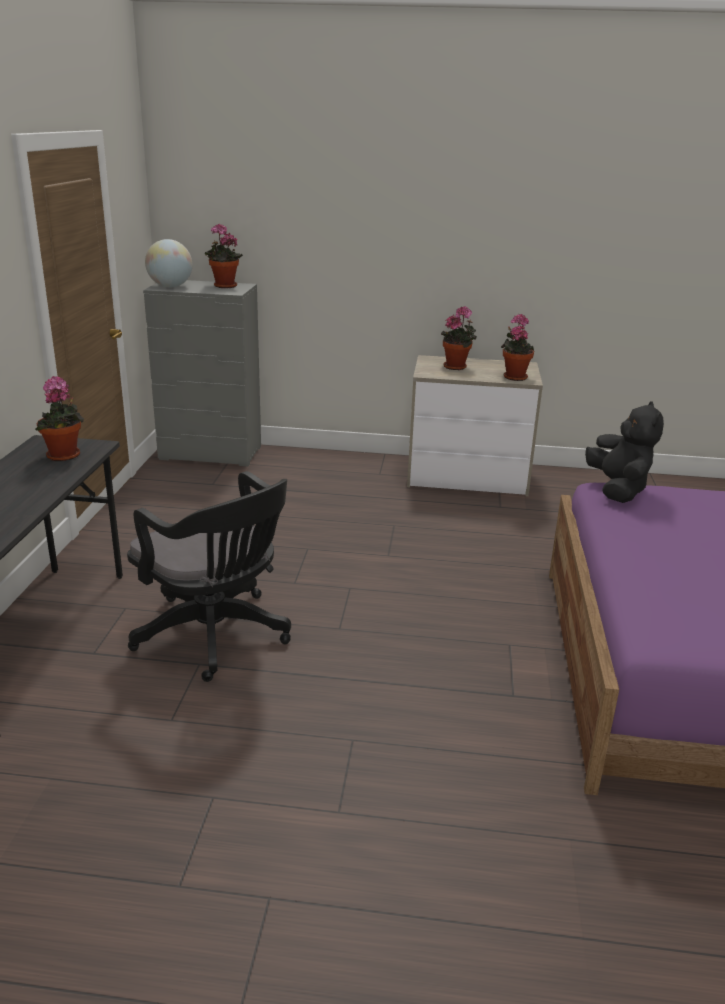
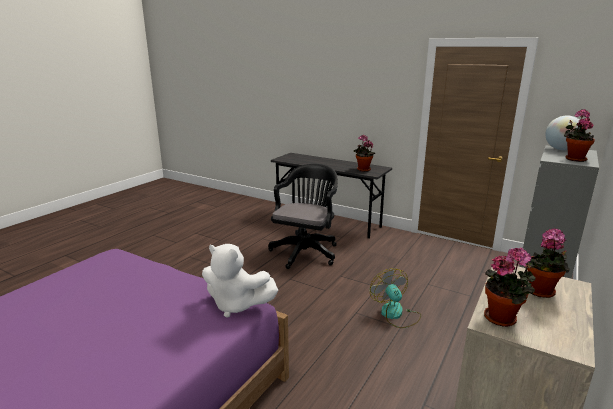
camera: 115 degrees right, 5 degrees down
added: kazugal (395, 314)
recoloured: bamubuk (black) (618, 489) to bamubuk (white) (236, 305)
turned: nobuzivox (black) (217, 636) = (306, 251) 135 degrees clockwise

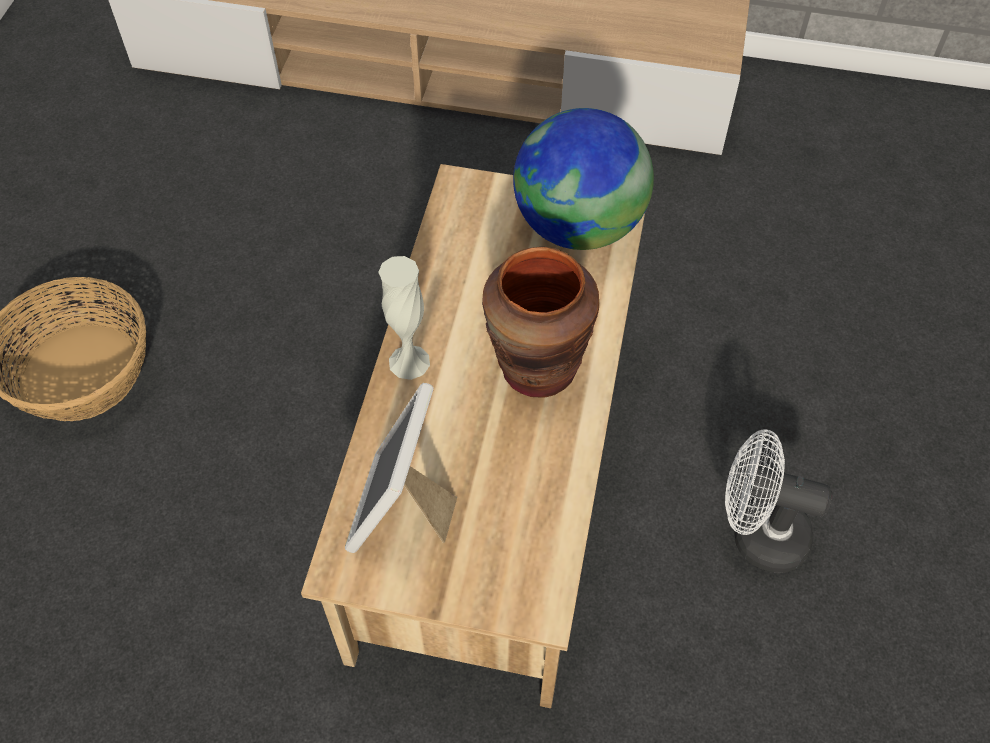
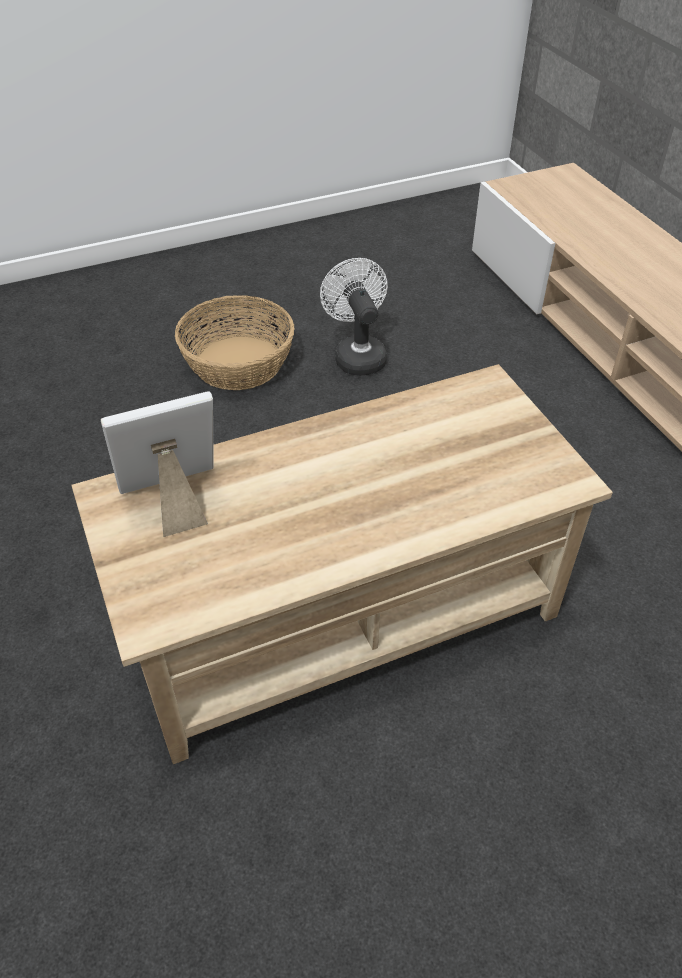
camera: 55 degrees right, 10 degrees down
removed: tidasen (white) (409, 362); tidasen (brown) (537, 368); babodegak (578, 226)
moved: kazugal (white) (757, 534) to (357, 355)

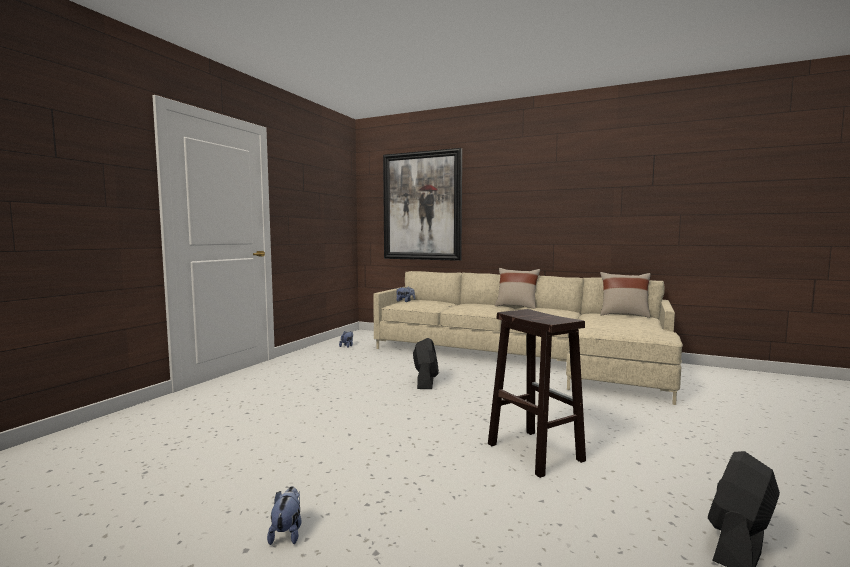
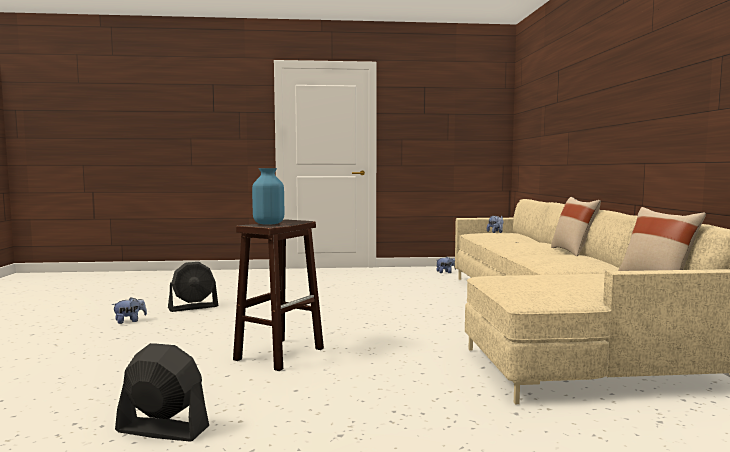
camera: 60 degrees right, 0 degrees up
removed: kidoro (422, 206)
added: tidasen (blue) (268, 224)
moved: kazugal (black) (426, 382) to (193, 307)

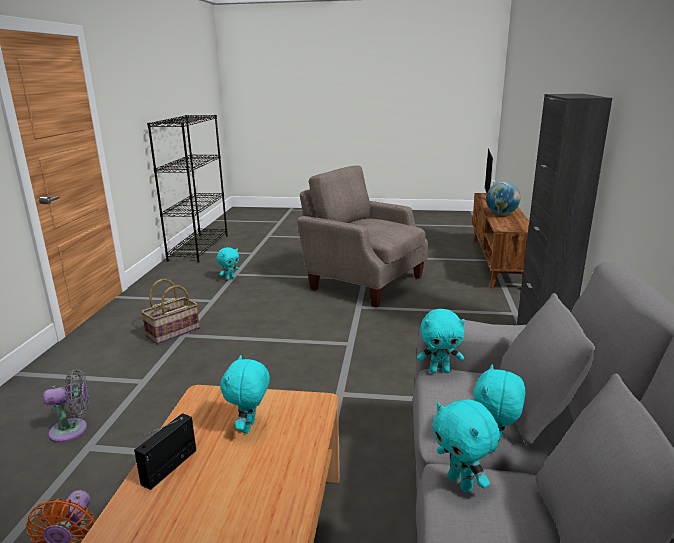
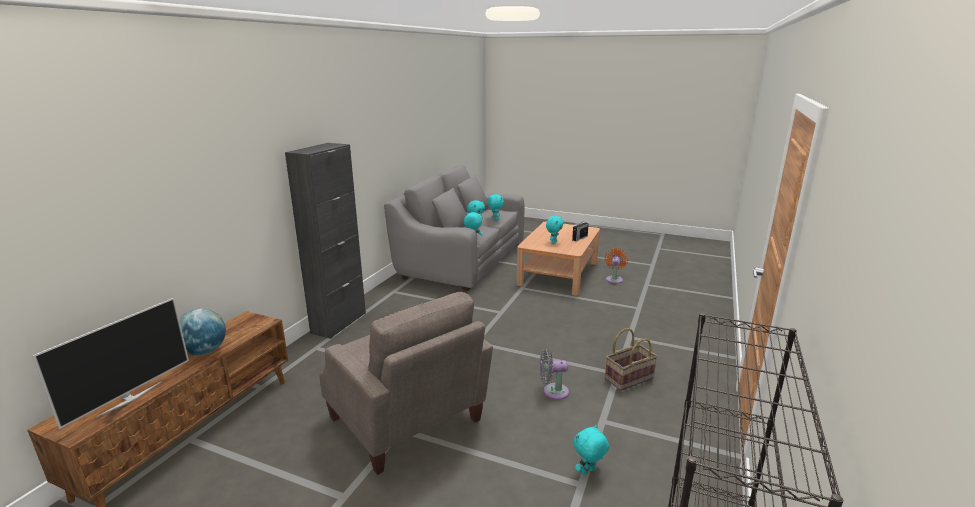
camera: 165 degrees left, 0 degrees up
moved: kazugal (grey) (73, 430) to (553, 391)

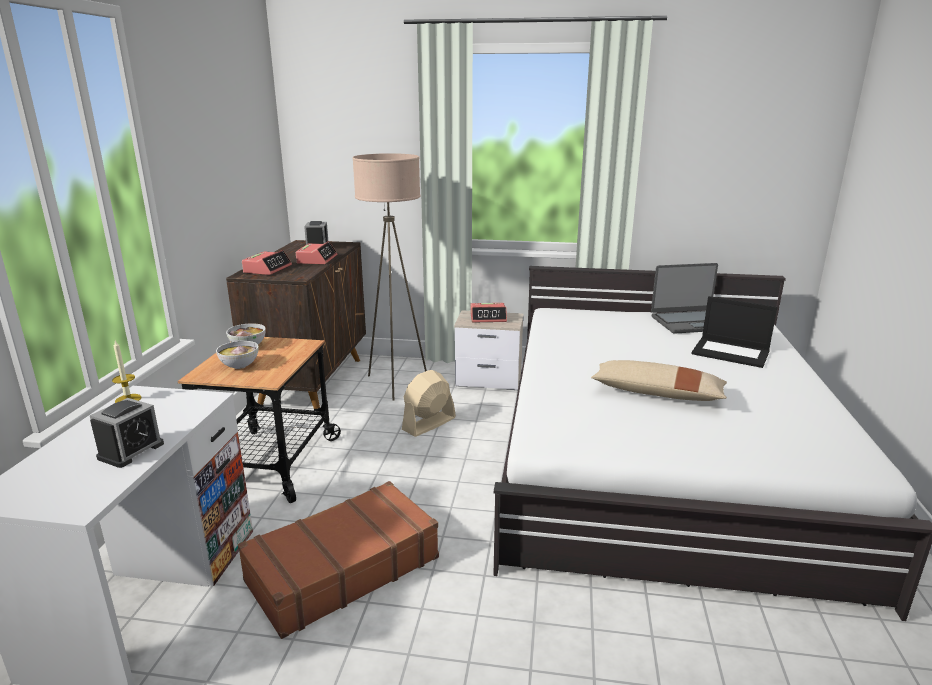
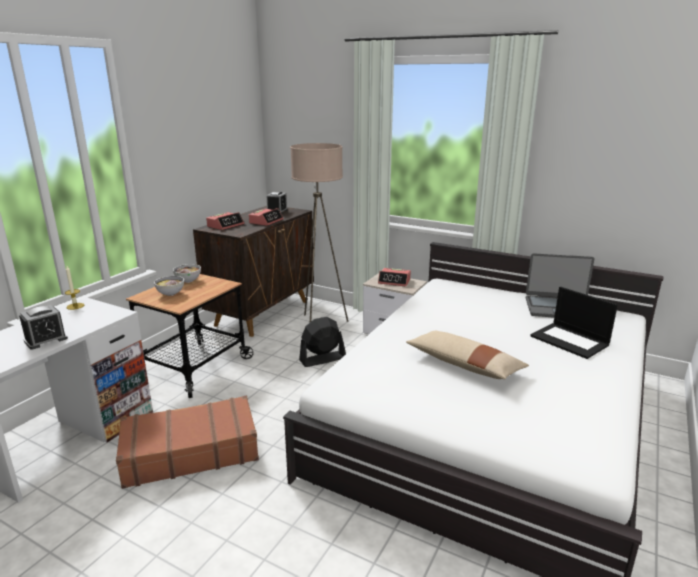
camera: 20 degrees right, 0 degrees up
recoloured: kazugal (beige) (428, 424) to kazugal (black) (322, 359)

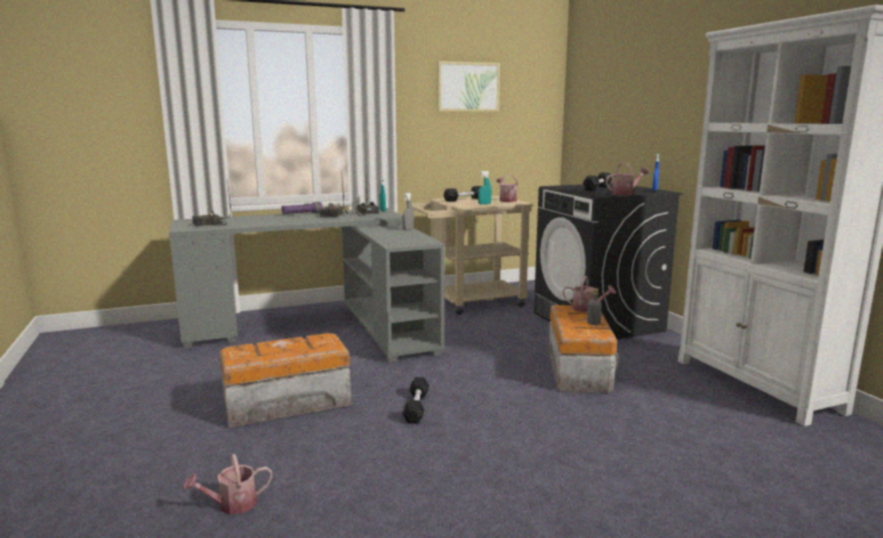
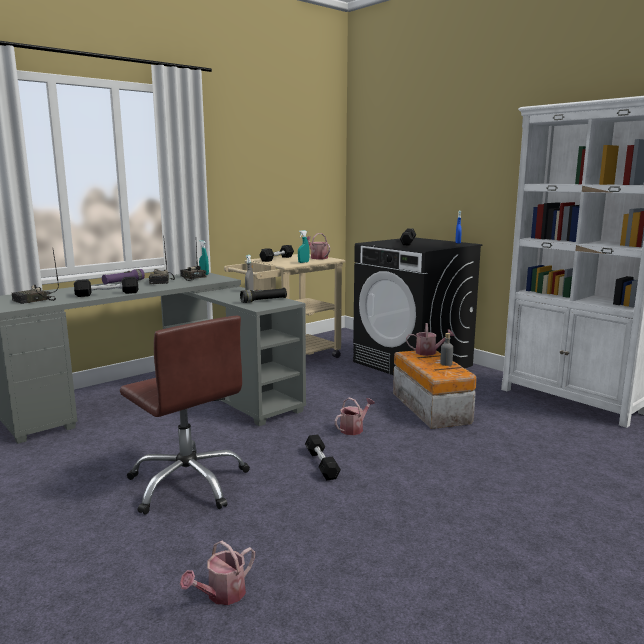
camera: 20 degrees left, 0 degrees up
removed: kidoro (468, 87)
added: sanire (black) (107, 294); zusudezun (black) (263, 301)
moved: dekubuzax (625, 193) to (354, 429)
replaced: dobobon (285, 404) to nobuzivox (brown) (188, 483)

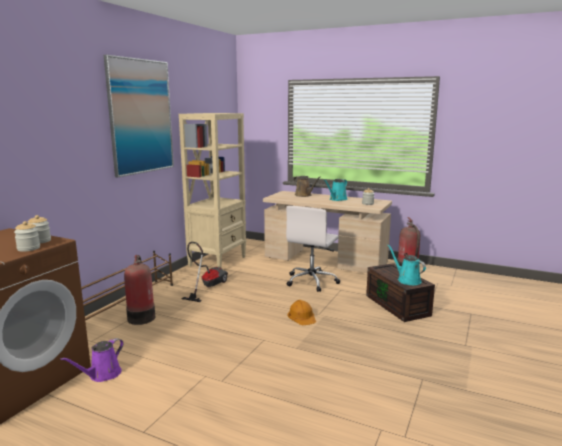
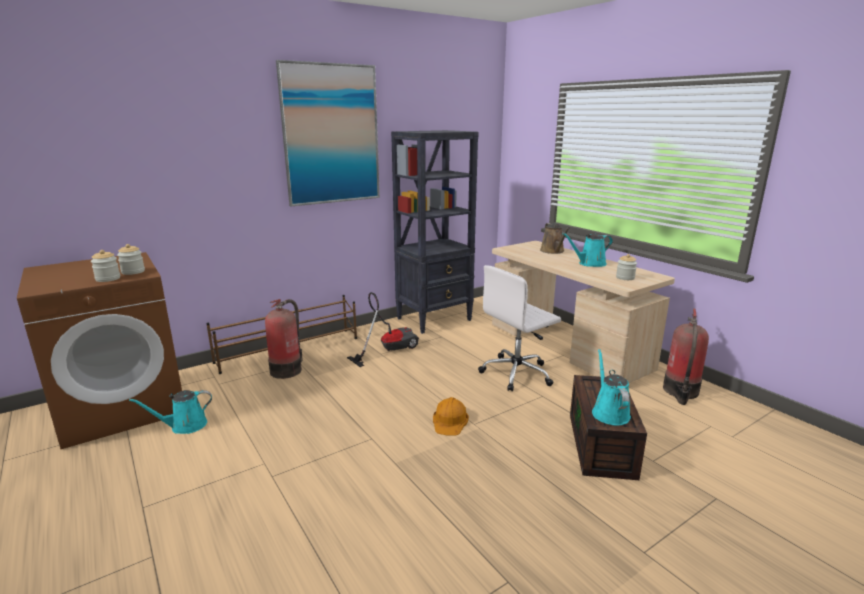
camera: 30 degrees right, 5 degrees up
recoloured: dekubuzax (purple) (102, 375) to dekubuzax (turquoise) (185, 426); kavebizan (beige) (218, 261) to kavebizan (black) (435, 319)

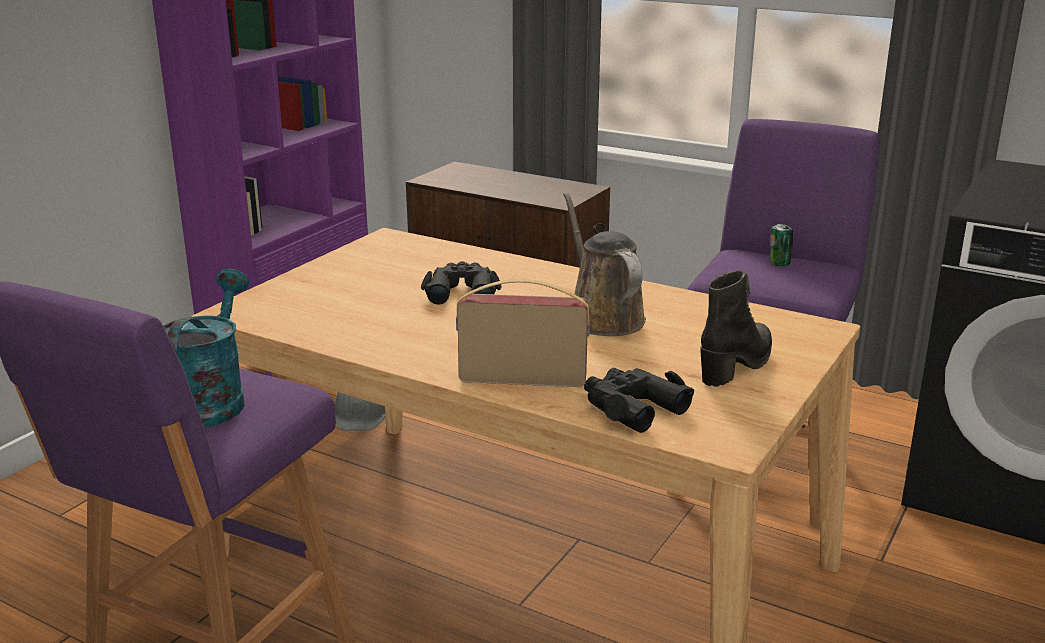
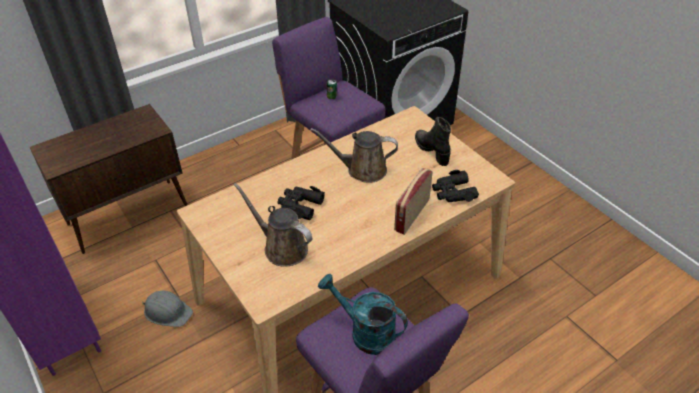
camera: 65 degrees left, 20 degrees up
added: dekubuzax (brown) (282, 247)

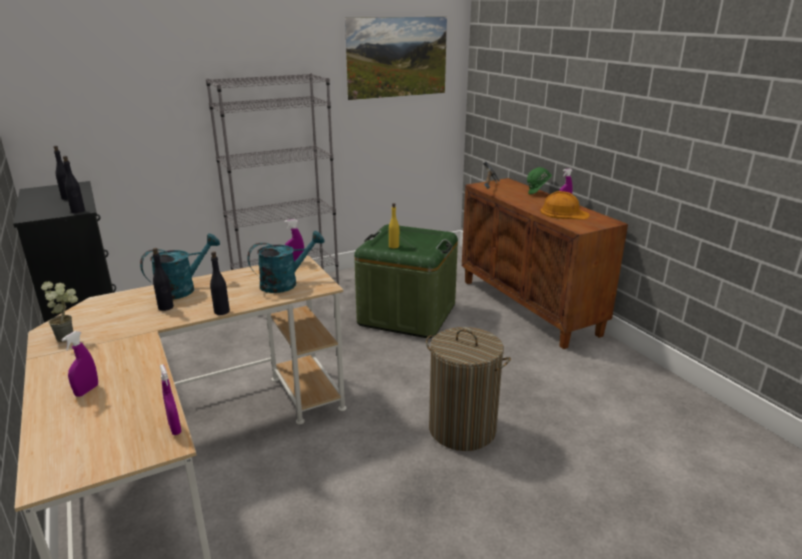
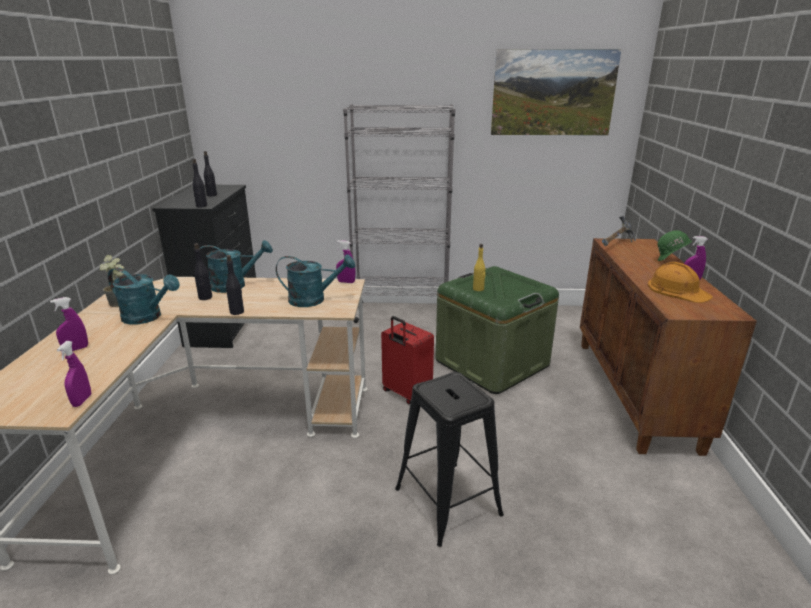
camera: 30 degrees right, 0 degrees up
added: dekubuzax (turquoise) (148, 317); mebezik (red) (405, 393)
replaced: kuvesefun (462, 429) to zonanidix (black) (447, 501)

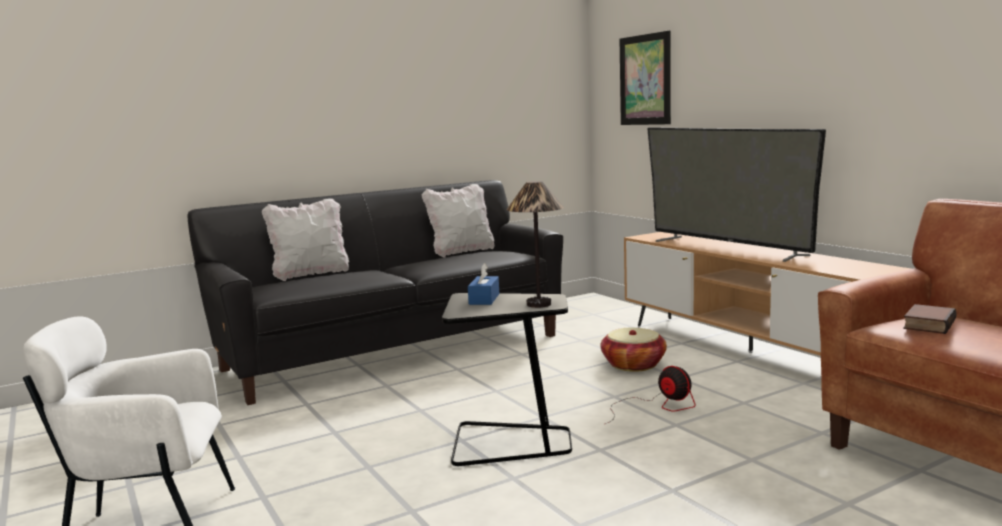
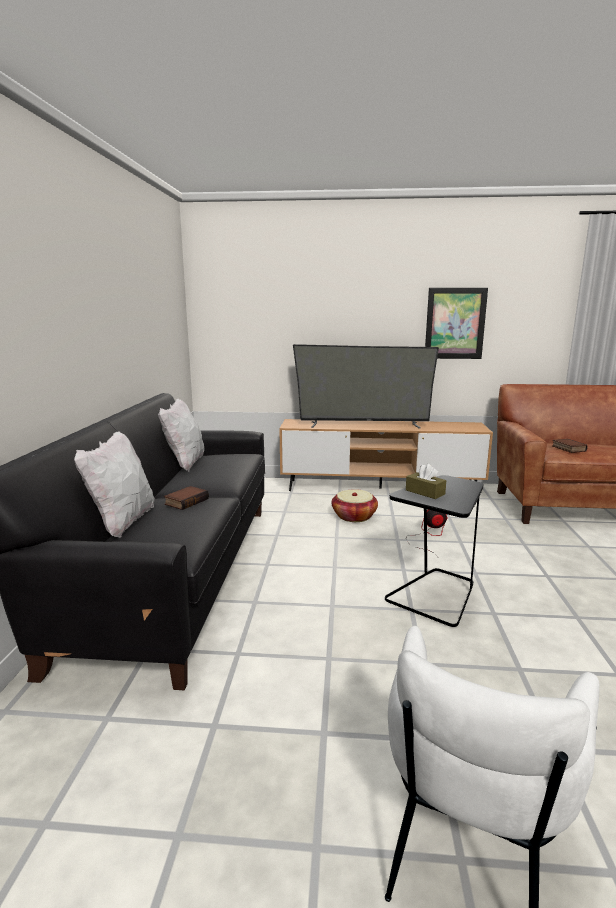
camera: 55 degrees left, 5 degrees up
removed: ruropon (538, 304)
added: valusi (186, 501)
moved: kidoro (645, 80) to (455, 323)
recoloured: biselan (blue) (484, 299) to biselan (brown) (425, 492)

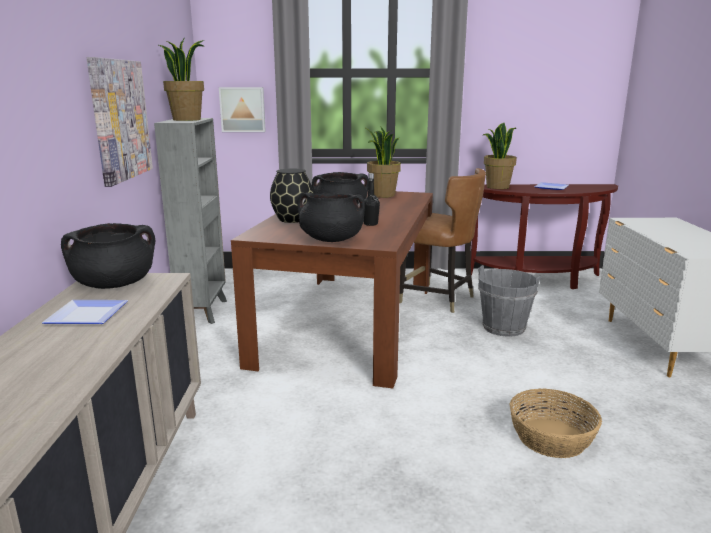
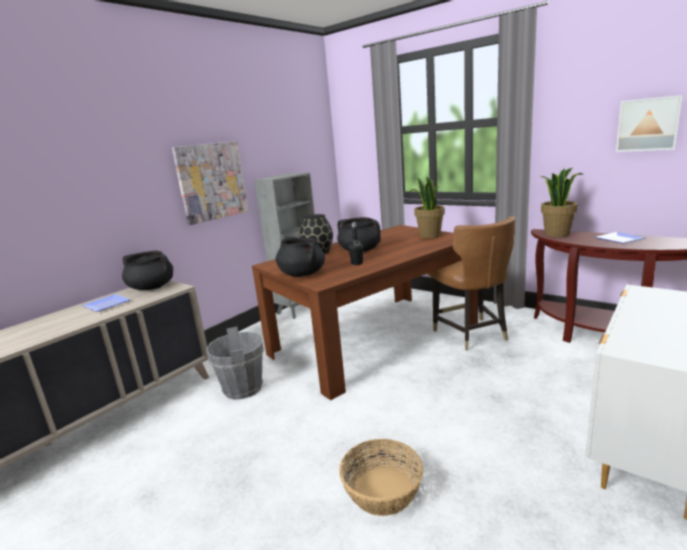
camera: 40 degrees right, 0 degrees up
removed: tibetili (187, 119)
moved: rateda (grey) (503, 328) to (242, 388); kidoro (242, 109) to (648, 124)

